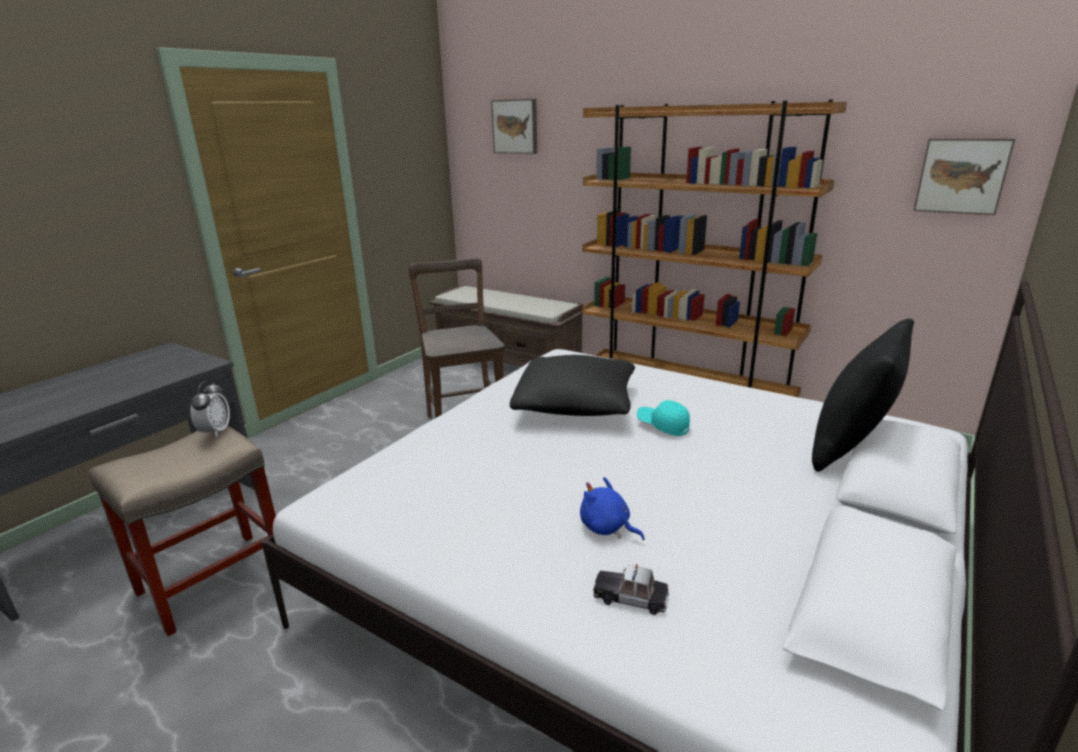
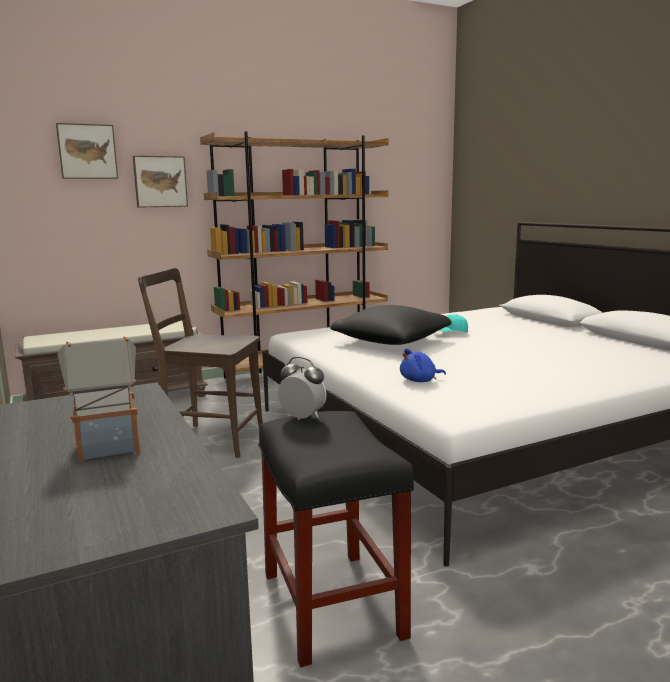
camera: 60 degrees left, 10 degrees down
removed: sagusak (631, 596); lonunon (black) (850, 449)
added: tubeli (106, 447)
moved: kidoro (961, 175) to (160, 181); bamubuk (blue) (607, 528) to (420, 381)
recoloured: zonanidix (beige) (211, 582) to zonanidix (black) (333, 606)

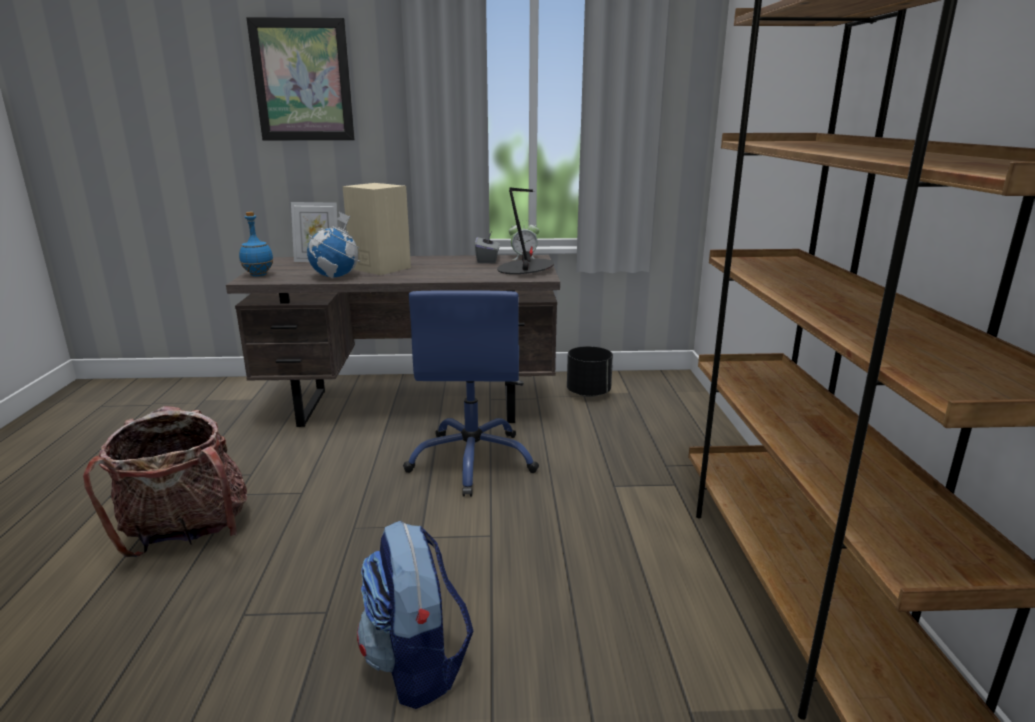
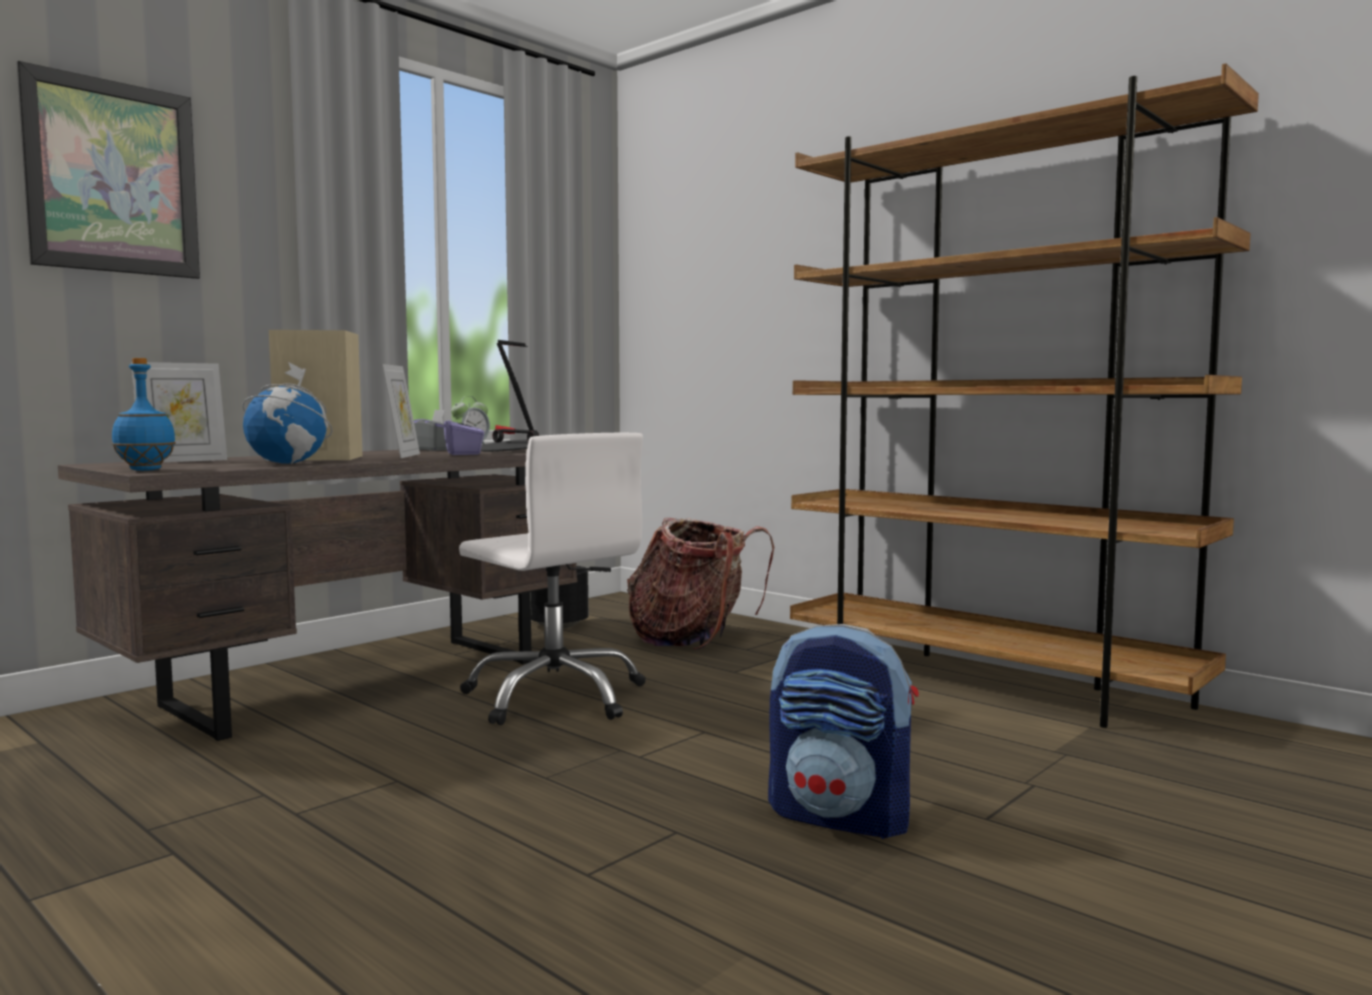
camera: 45 degrees left, 15 degrees down
added: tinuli (403, 456); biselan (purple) (464, 454)
moved: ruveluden (187, 533) to (693, 639)
recoloured: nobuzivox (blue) (473, 461) to nobuzivox (white) (556, 696)

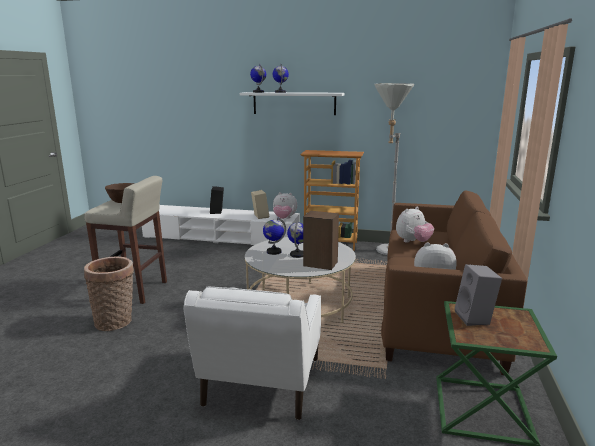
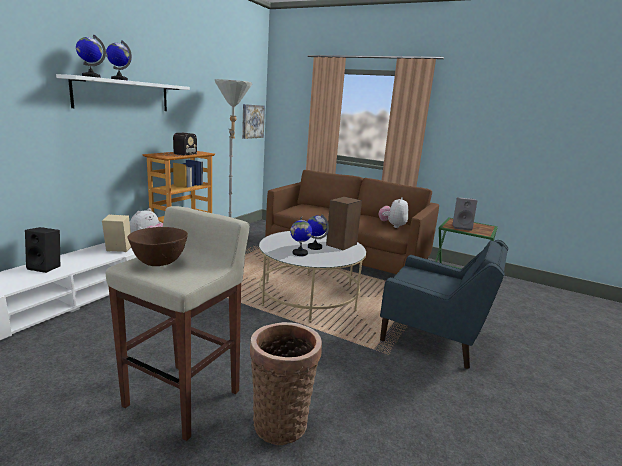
camera: 75 degrees left, 0 degrees up
removed: bamubuk (413, 242)
added: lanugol (179, 154); kidoro (252, 121)
recoloured: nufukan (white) (261, 384) to nufukan (blue) (434, 336)

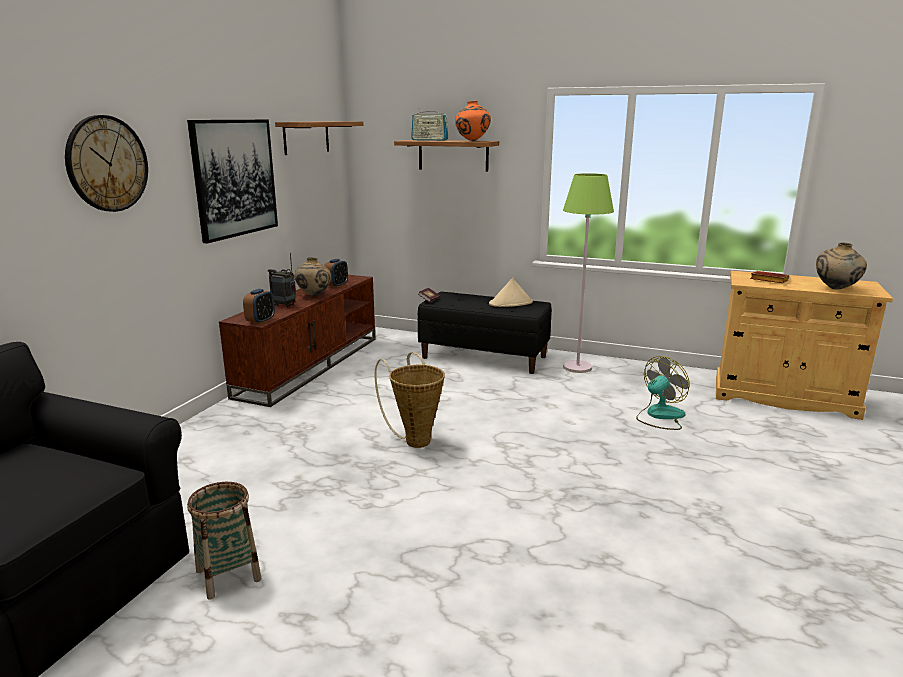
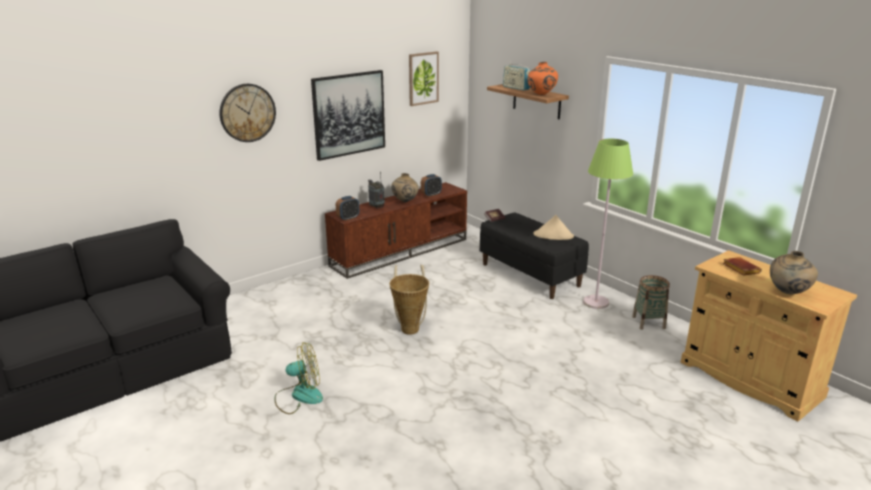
camera: 30 degrees right, 5 degrees up
moved: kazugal (659, 416) to (299, 396); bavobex (228, 575) to (648, 322)
replaced: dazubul (306, 137) to kidoro (423, 78)

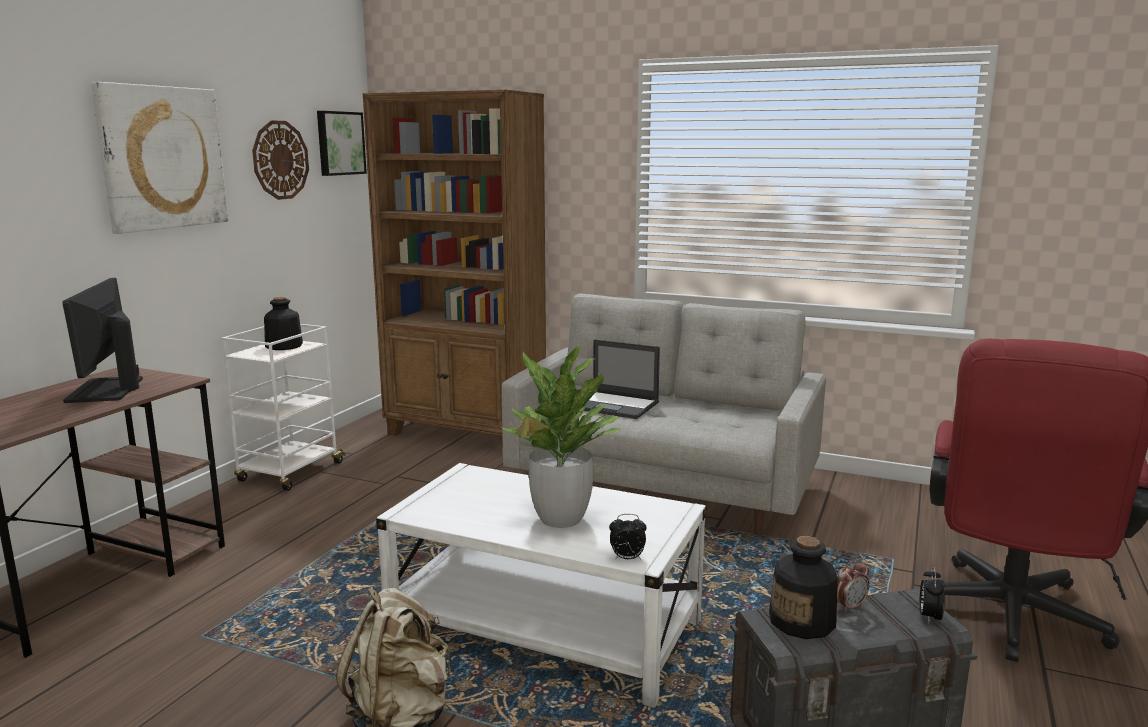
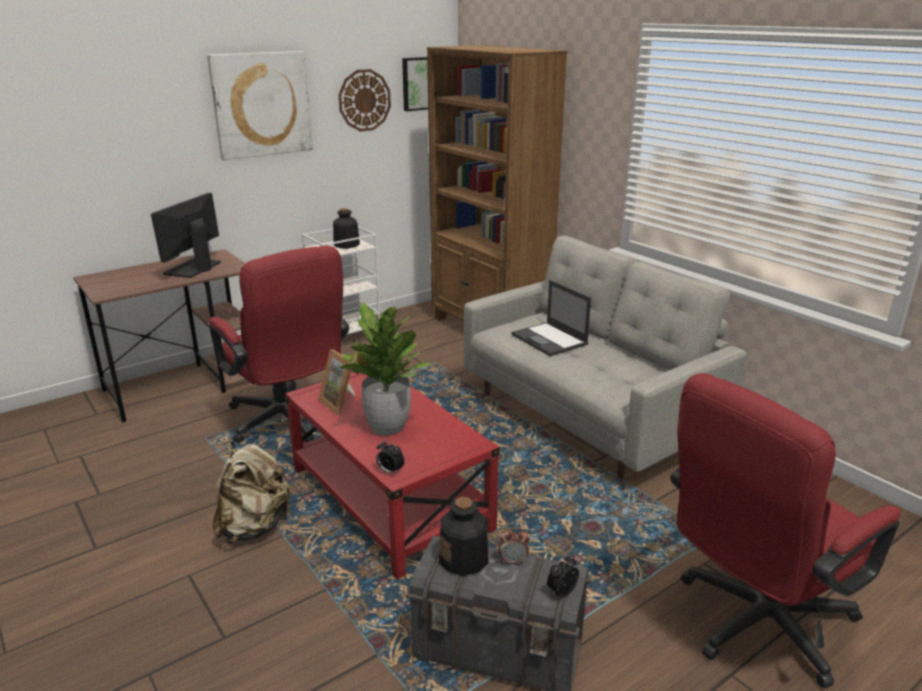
camera: 30 degrees right, 10 degrees up
added: nobuzivox (red) (288, 423); tinuli (341, 403)
recoloured: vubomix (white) (545, 628) to vubomix (red) (389, 499)

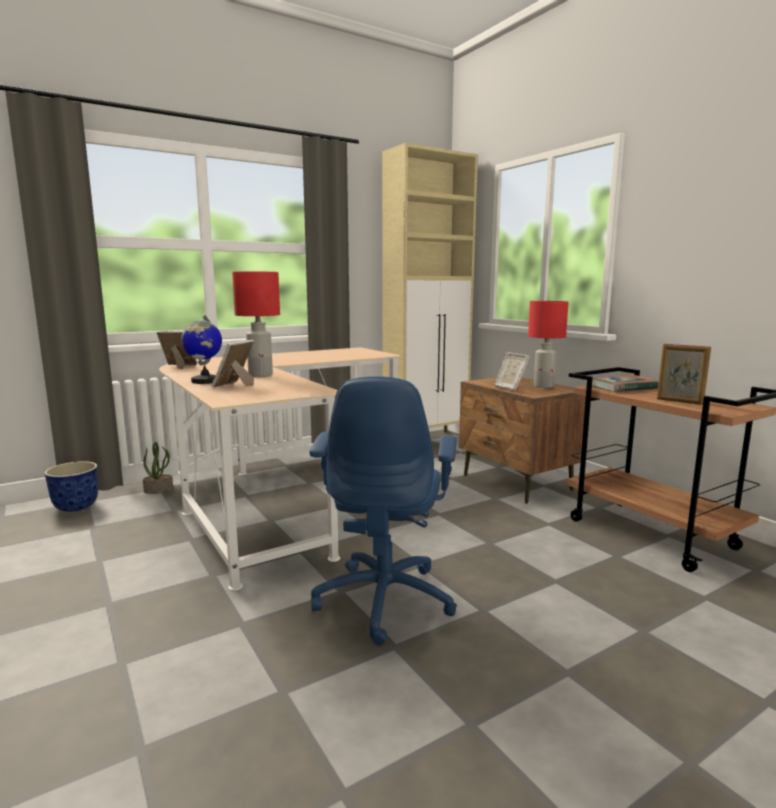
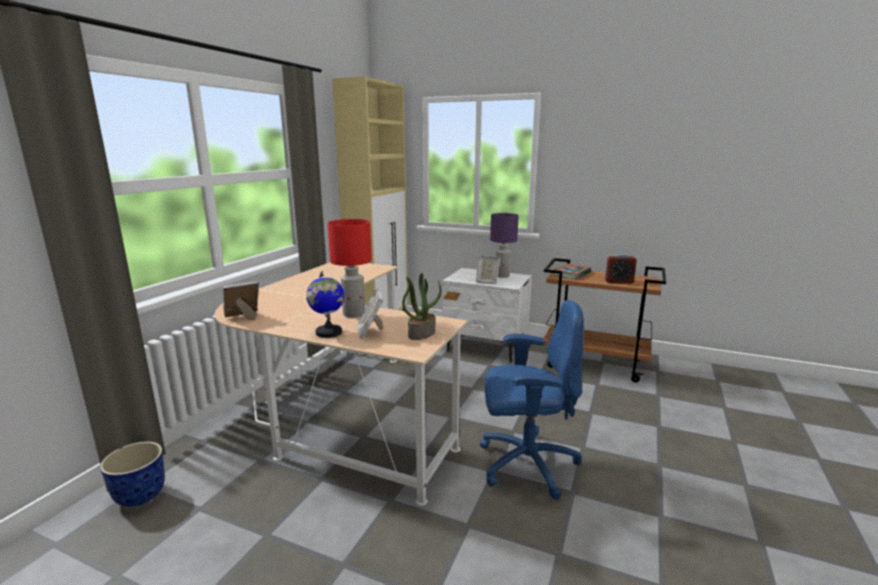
camera: 35 degrees left, 5 degrees up
moved: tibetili (159, 490) to (421, 334)
replaced: tinuli (679, 401) to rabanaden (618, 282)
recoloured: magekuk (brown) (516, 482) to magekuk (white) (486, 348); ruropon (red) (544, 386) to ruropon (purple) (502, 276)
turned: nobuzivox (blue) (385, 598) = (525, 464) 60 degrees counterclockwise

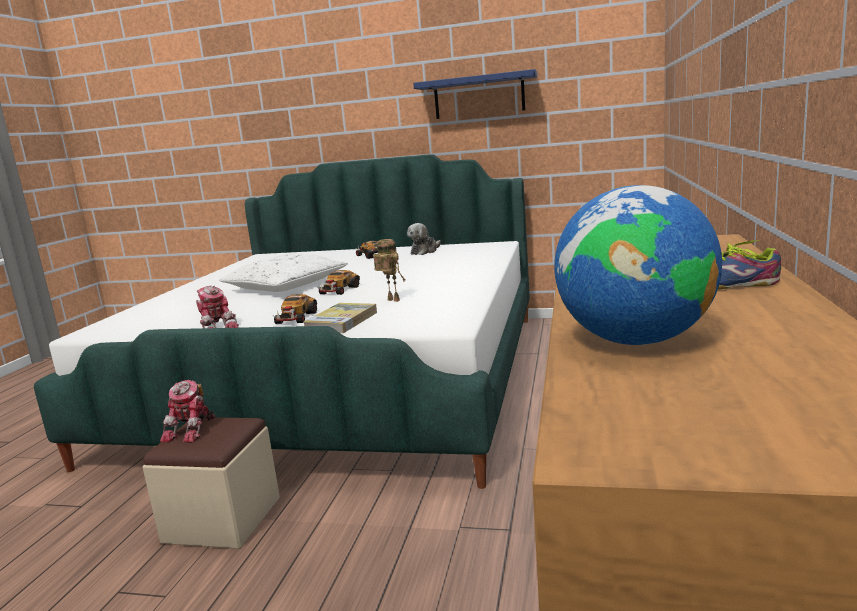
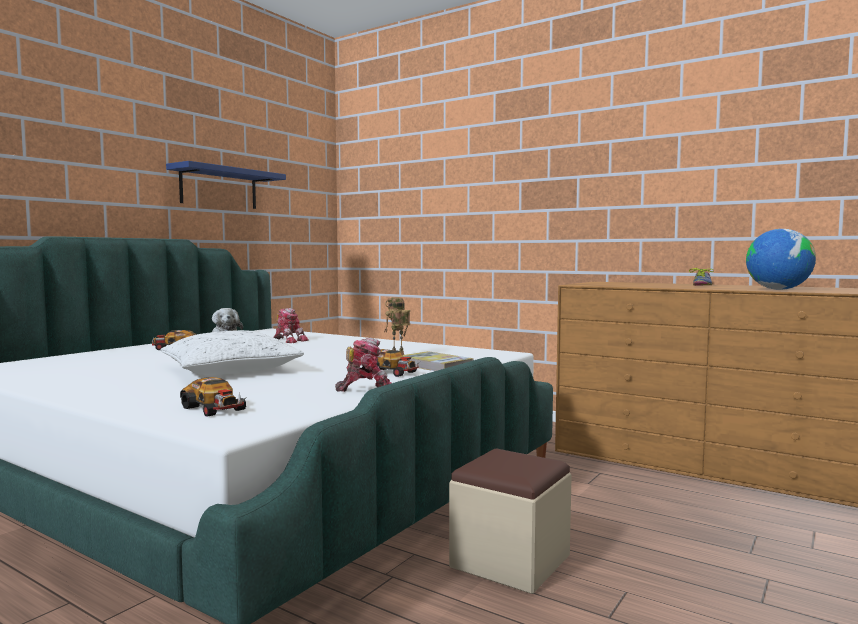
camera: 70 degrees left, 10 degrees down
moved: sagusak (339, 290) to (214, 408); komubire (192, 430) to (289, 340)

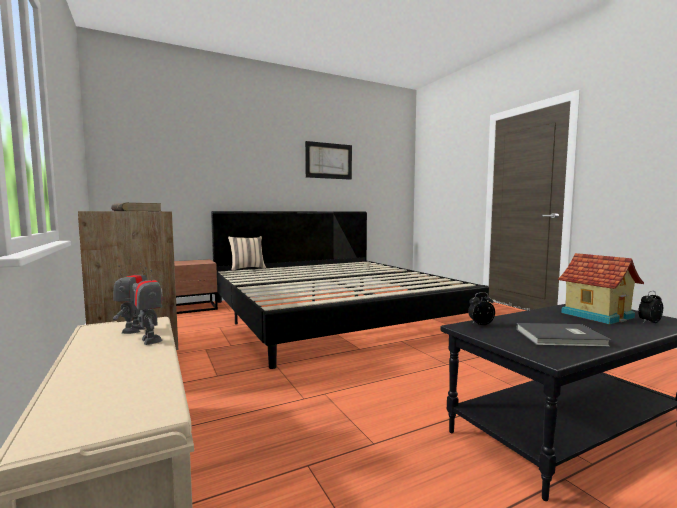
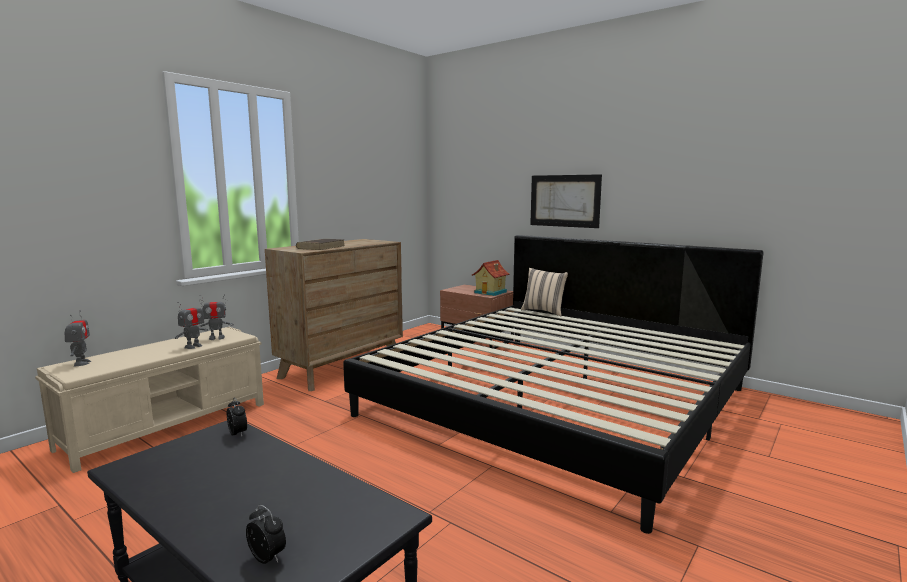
camera: 65 degrees right, 5 degrees up
removed: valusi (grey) (562, 338)
added: komubire (81, 363)
moved: tubeli (597, 315) to (491, 292); kidoro (329, 161) to (564, 201)

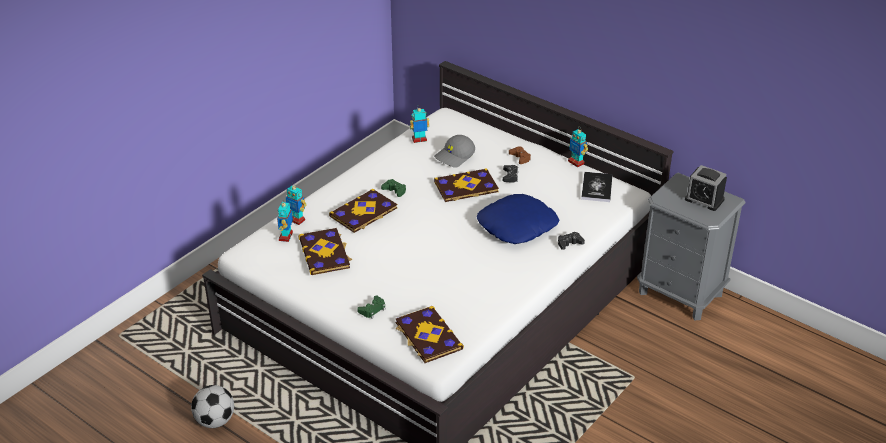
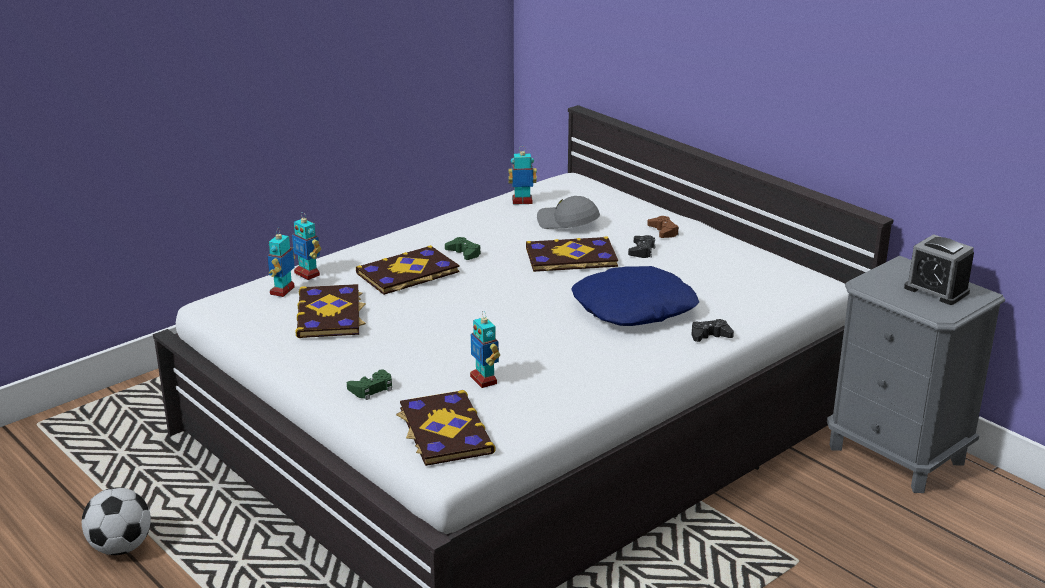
camera: 10 degrees right, 10 degrees down
removed: valusi (596, 188)
moved: komubire (576, 162) to (484, 380)
turned: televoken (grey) (455, 156) = (567, 223) 60 degrees clockwise

